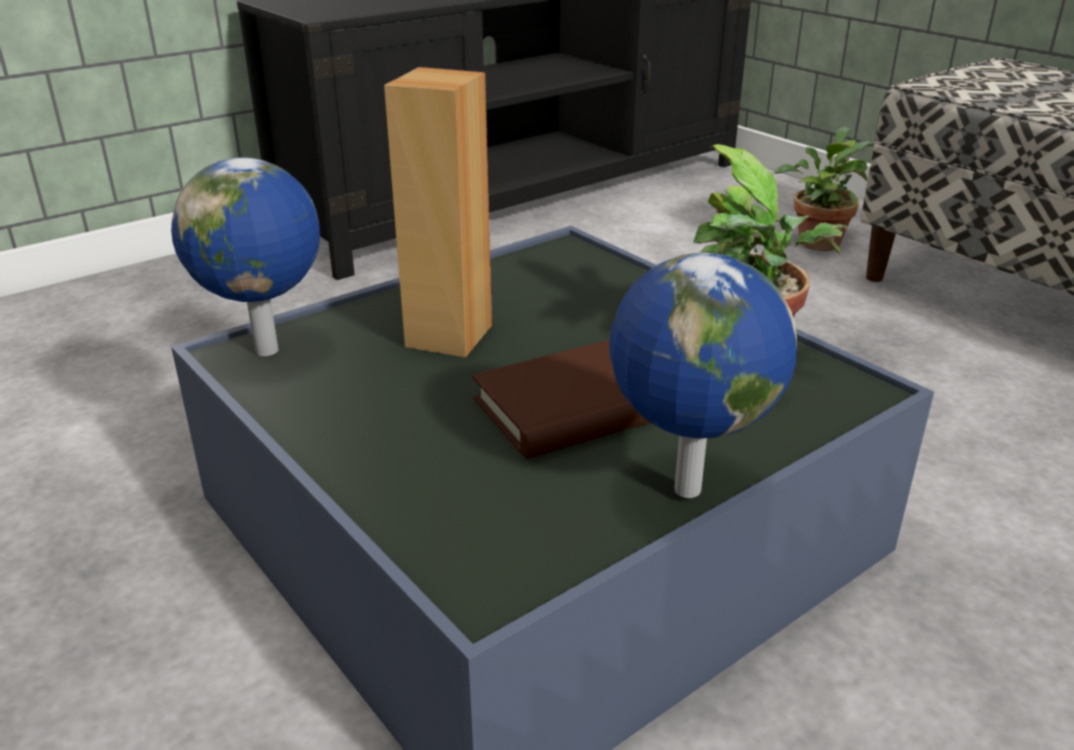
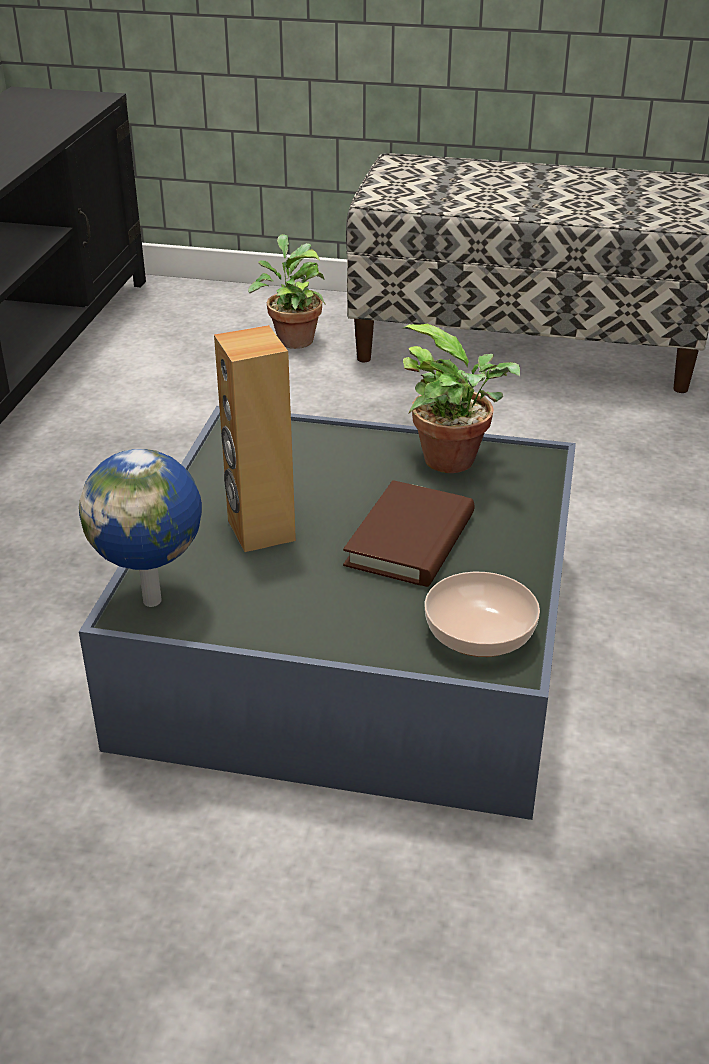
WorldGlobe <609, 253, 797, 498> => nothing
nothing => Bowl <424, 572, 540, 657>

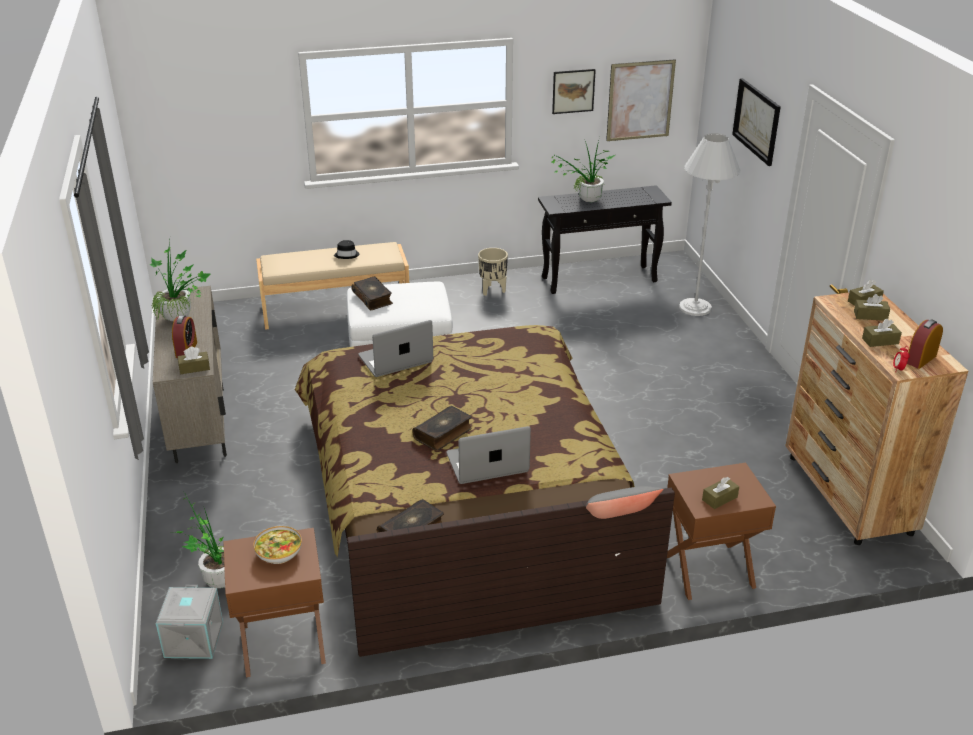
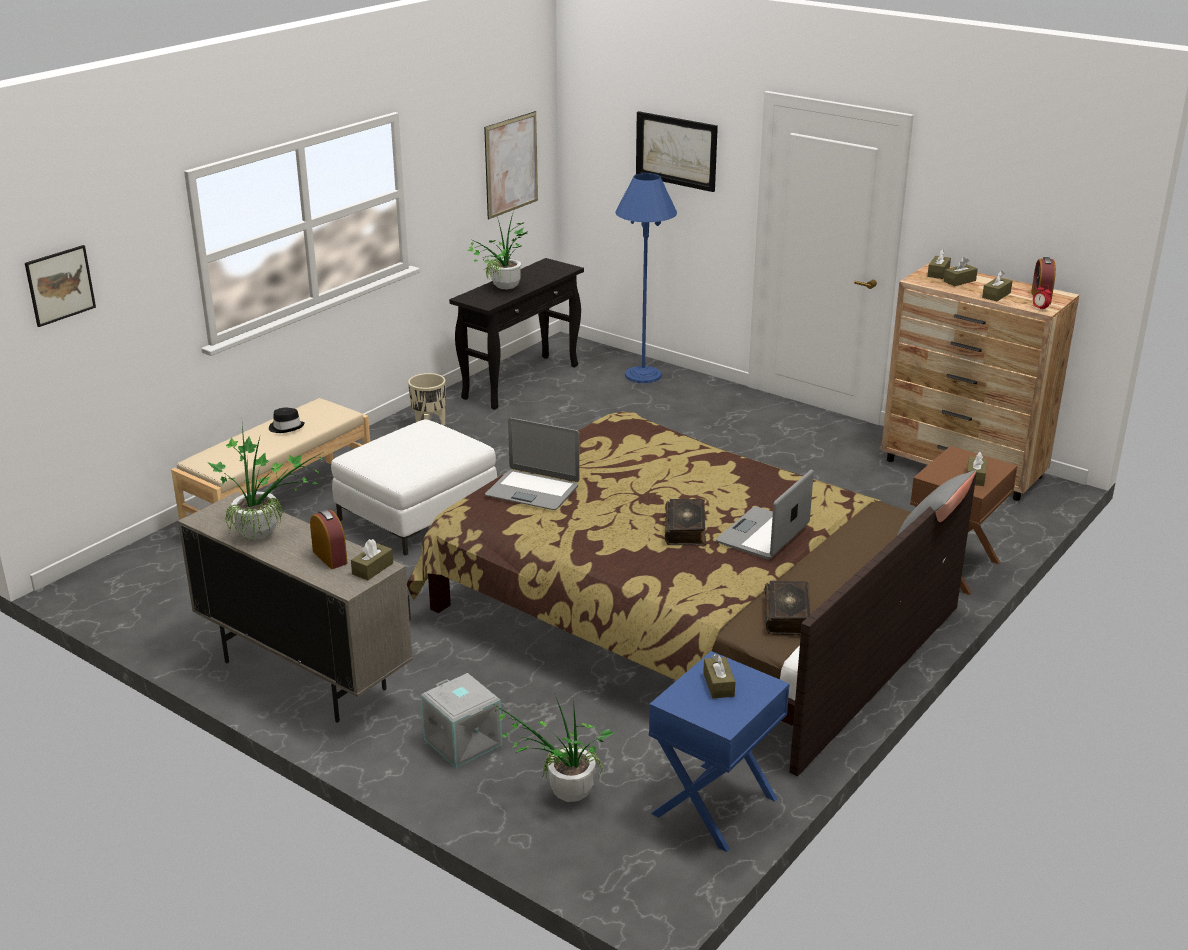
Book <352, 276, 393, 310> => nothing
GreyStorageBin <156, 585, 223, 659> => GreyStorageBin <421, 673, 502, 768>, move
Picture <552, 69, 596, 114> => Picture <25, 245, 96, 327>, move
Bowl <253, 526, 302, 564> => BrownColouredTissueHolder <703, 654, 735, 699>
BrownColouredBedsideTable <223, 528, 326, 677> => BluishBedsideTable <649, 651, 790, 852>
WhiteStandingLamp <679, 133, 741, 316> => BluishStandingLamp <615, 173, 677, 383>
NotebookComputer <358, 320, 433, 377> => NotebookComputer <485, 418, 580, 510>, 90 degrees counterclockwise

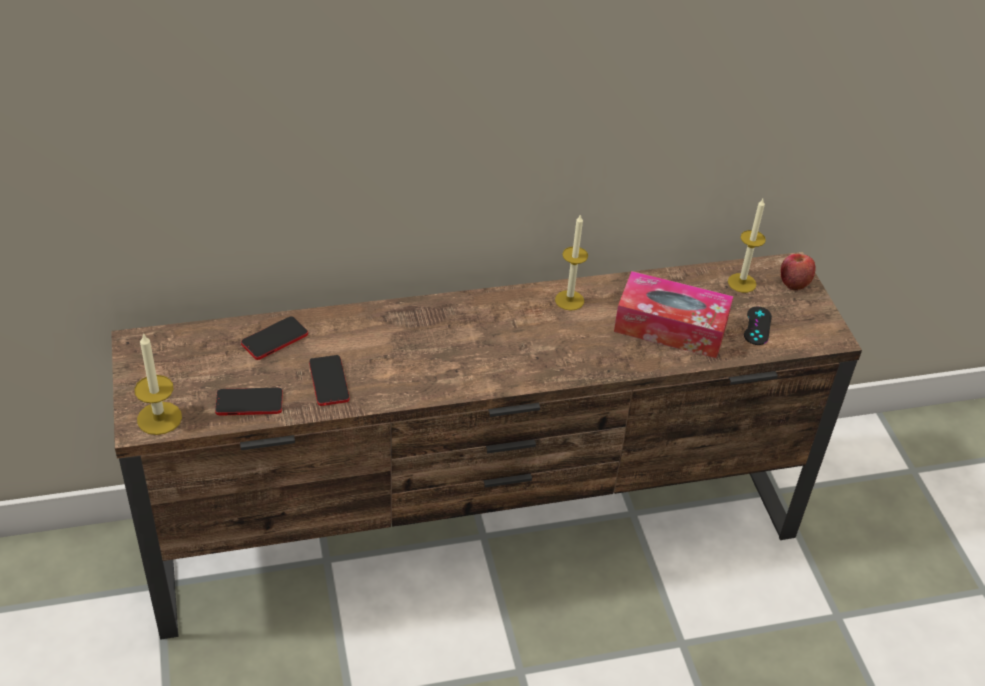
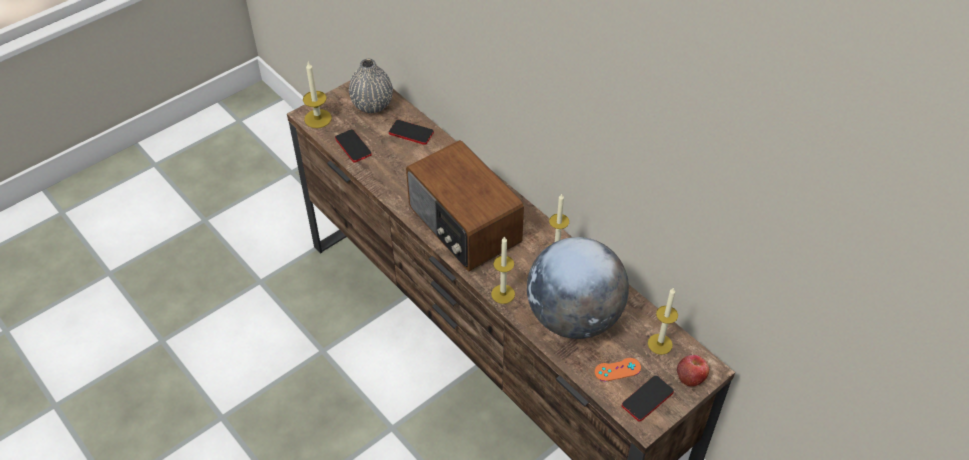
nothing => GreyDecorativeVase <349, 59, 393, 113>
nothing => Radio <406, 140, 524, 271>
nothing => Candle <491, 236, 515, 304>
Telephone <309, 355, 349, 406> => Telephone <622, 375, 674, 422>, move
TissueHolder <614, 271, 734, 358> => WorldGlobe <527, 237, 629, 339>
BlackGamepad <744, 307, 772, 345> => OrangeColouredGamepad <595, 358, 641, 381>

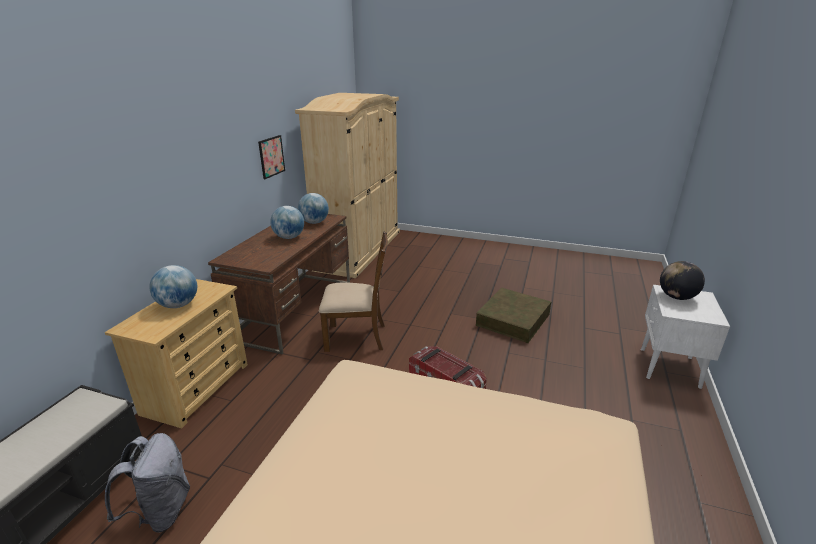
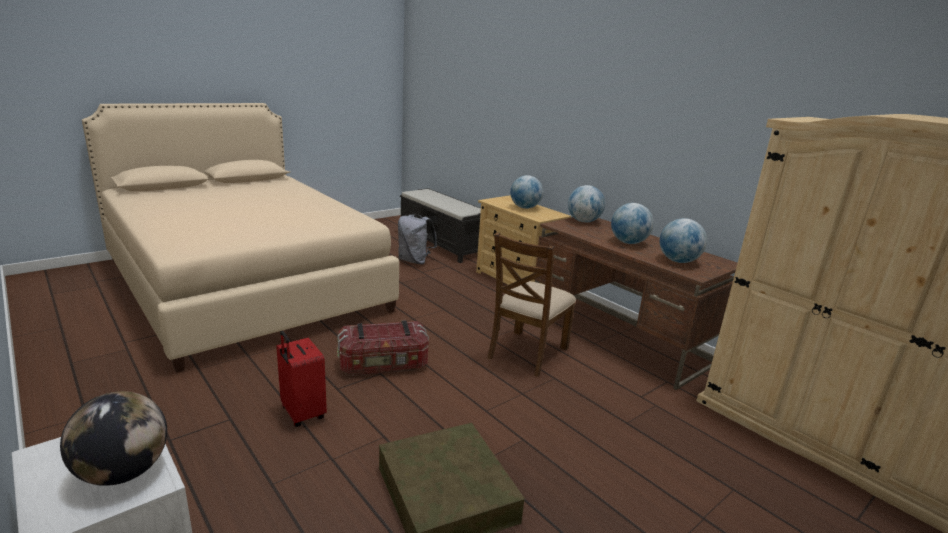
Picture <258, 135, 285, 179> => nothing
nothing => RedSuitcase <276, 331, 327, 427>
nothing => WorldGlobe <568, 185, 605, 223>

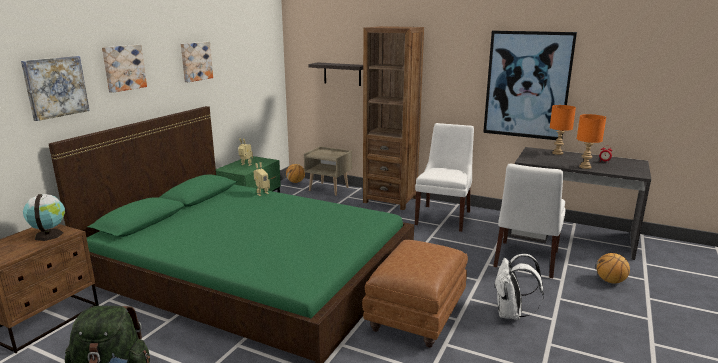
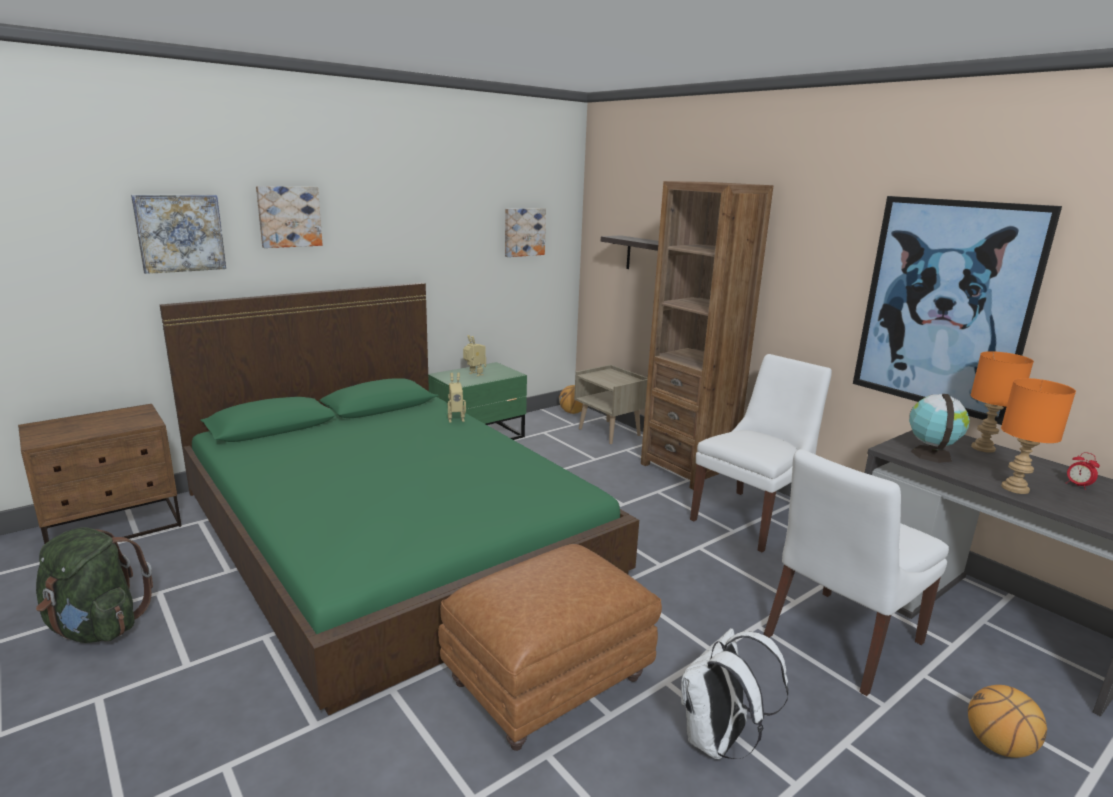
WorldGlobe <23, 194, 65, 241> => WorldGlobe <909, 394, 970, 463>, move
Picture <181, 42, 213, 82> => Picture <505, 208, 546, 257>, move

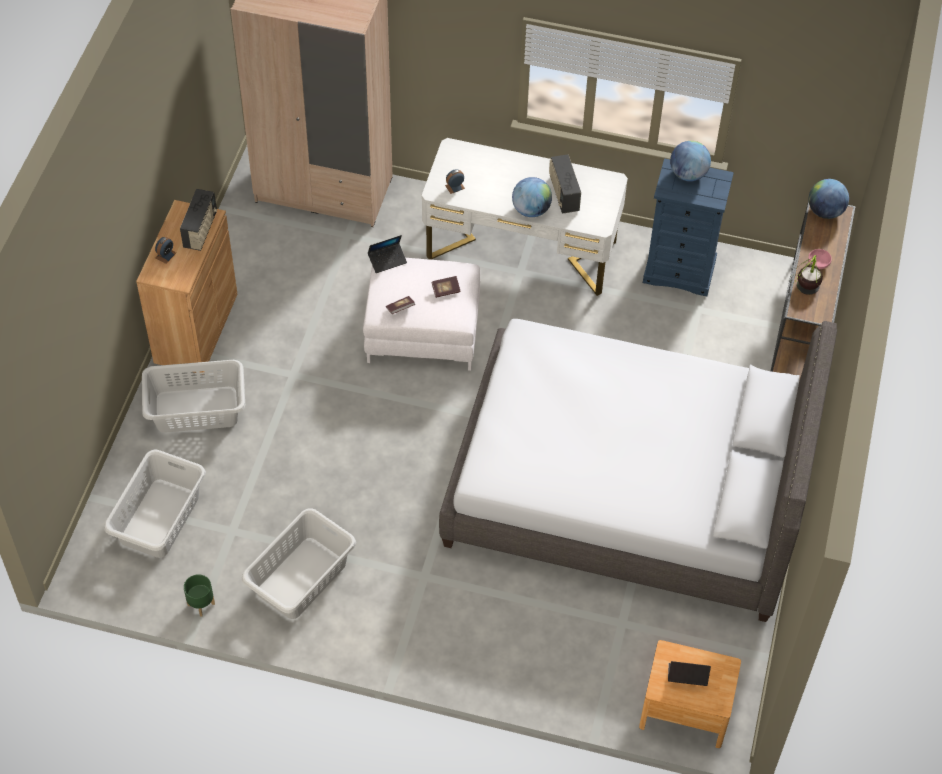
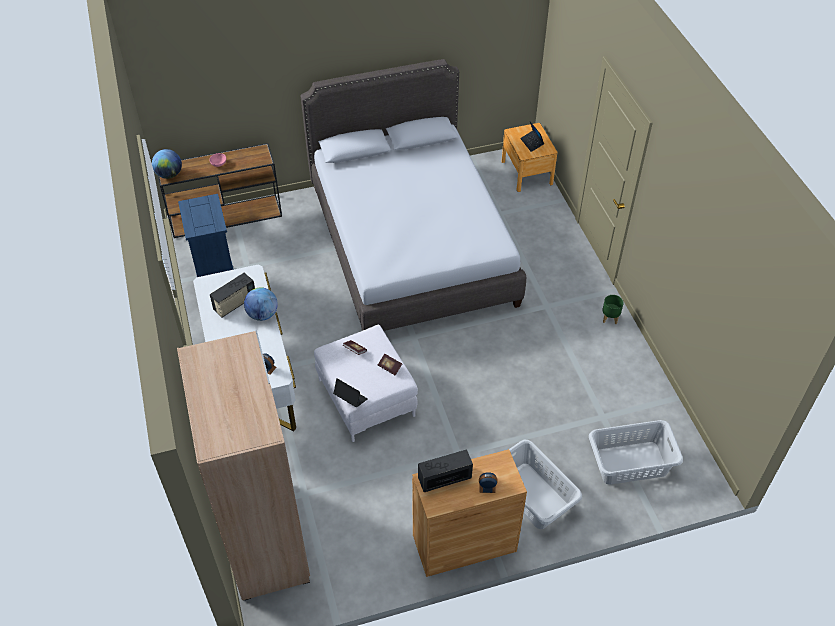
GreyWashingBasket <242, 508, 356, 619> => nothing
WorldGlobe <670, 141, 711, 181> => nothing
PlantInAPot <791, 255, 823, 295> => nothing
GreenColouredPlantPot <184, 574, 215, 617> => GreenColouredPlantPot <602, 295, 624, 324>, move

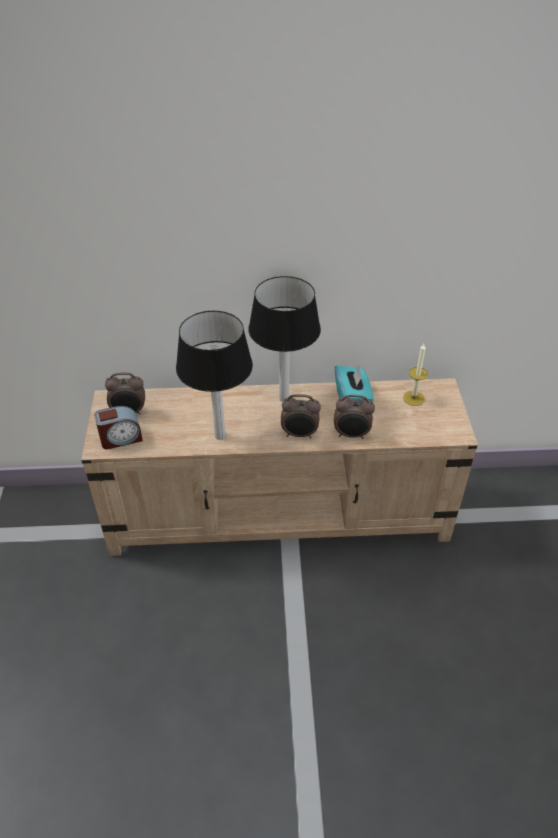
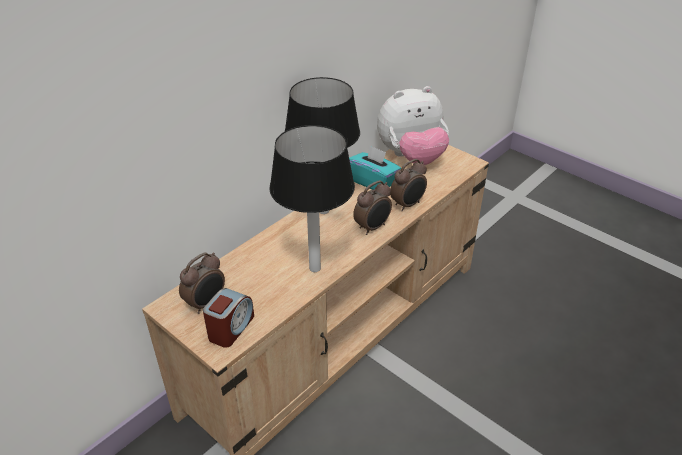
Candle <403, 344, 428, 406> => PlushToy <377, 86, 449, 165>

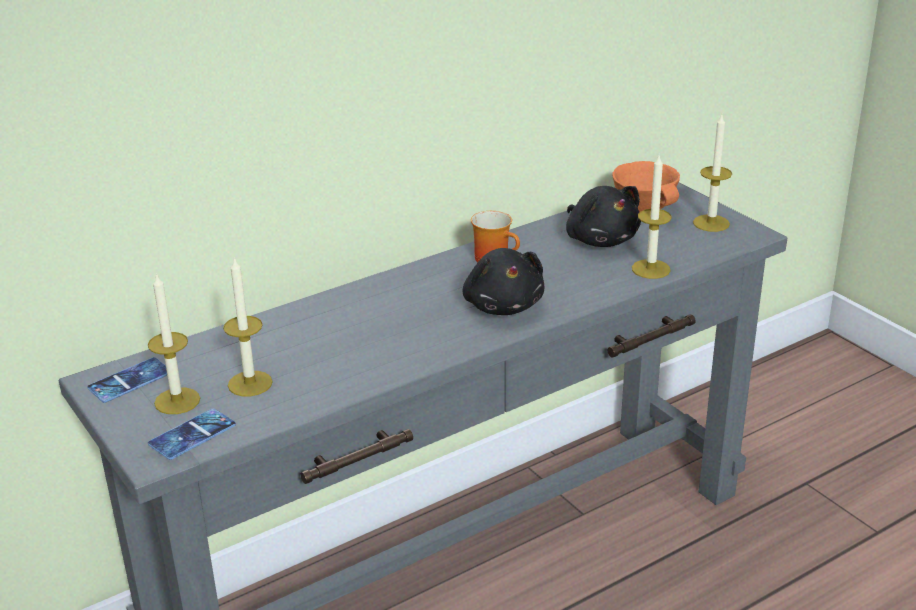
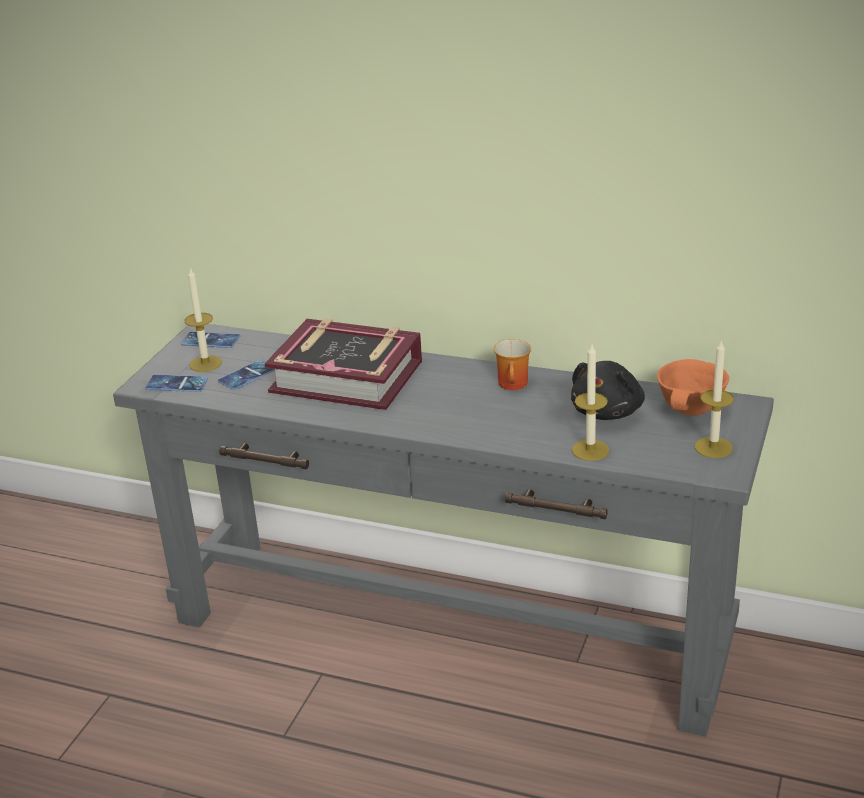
BlackPlushToy <463, 248, 544, 315> => nothing
nothing => Book <265, 318, 422, 410>
Candle <223, 257, 273, 396> => Telephone <218, 359, 275, 390>

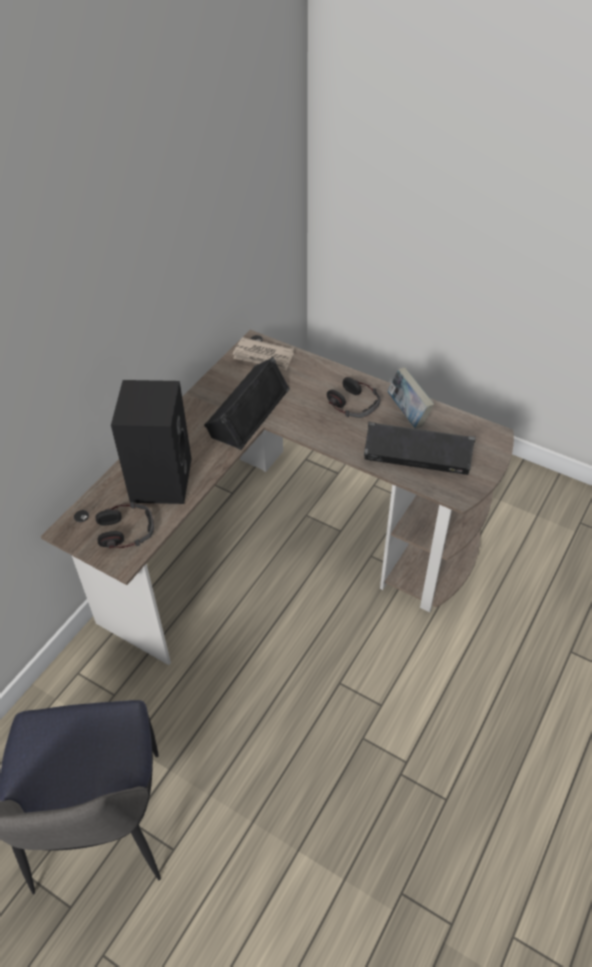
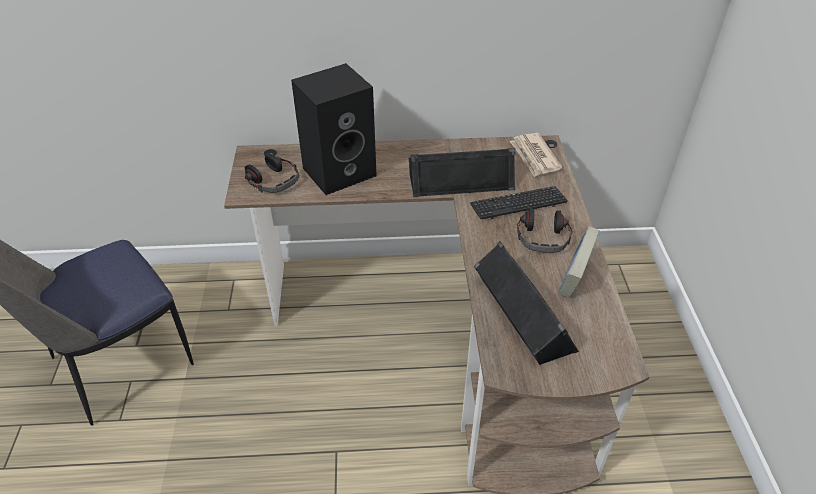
nothing => PcKeyboard <470, 186, 568, 219>

